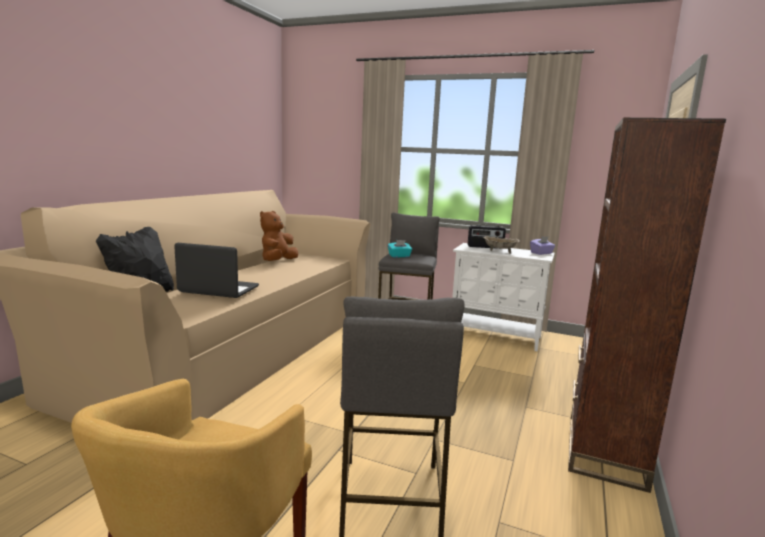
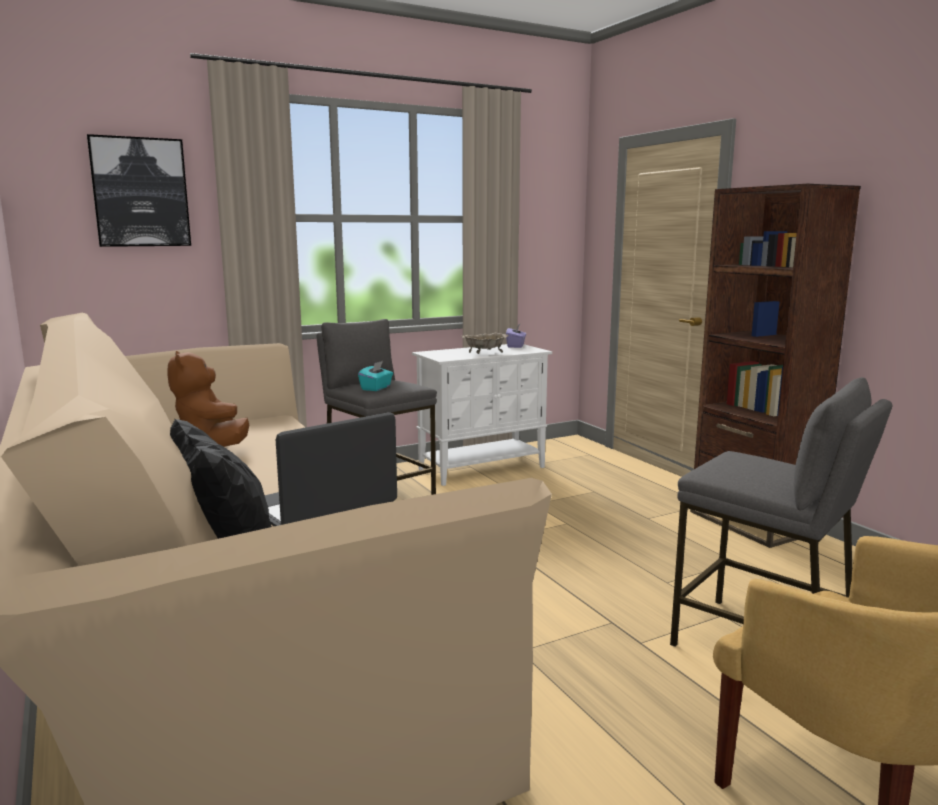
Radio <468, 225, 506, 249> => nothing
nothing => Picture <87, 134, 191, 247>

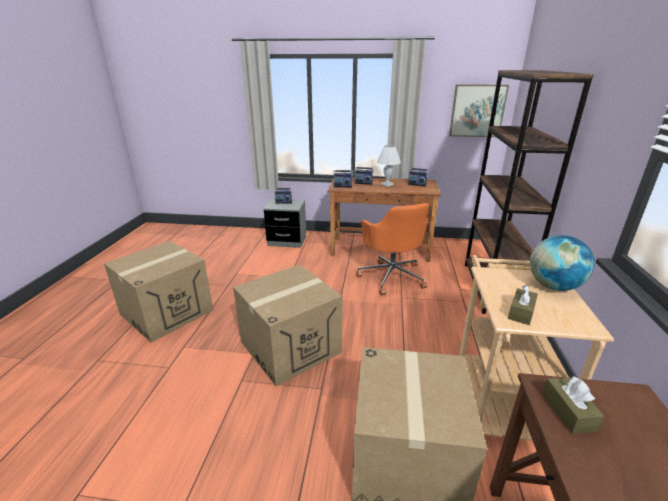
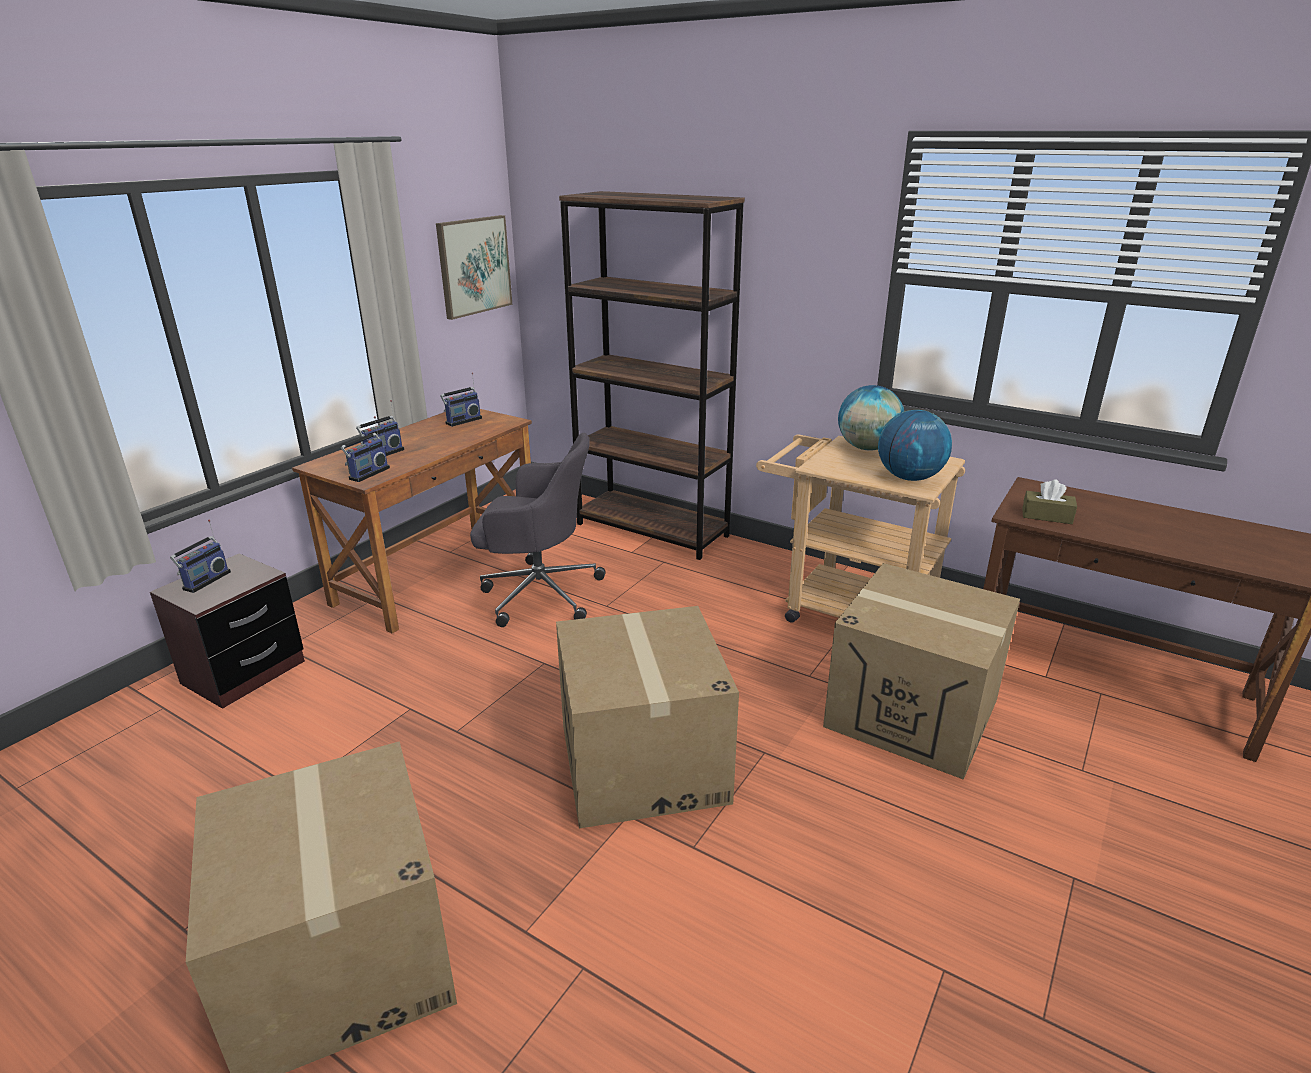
WhiteTabletopLamp <377, 145, 401, 187> => nothing
BrownColouredTissueHolder <508, 285, 538, 325> => WorldGlobe <878, 410, 952, 481>
GreyBedsideTable <264, 199, 306, 248> => BrownColouredBedsideTable <150, 554, 305, 709>
OrangeColouredDeskChair <356, 203, 429, 295> => GreyDeskChair <470, 433, 606, 627>

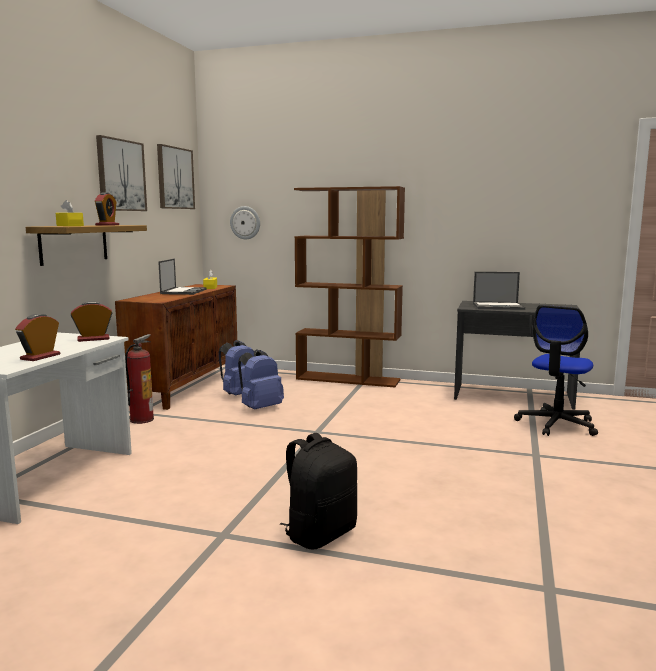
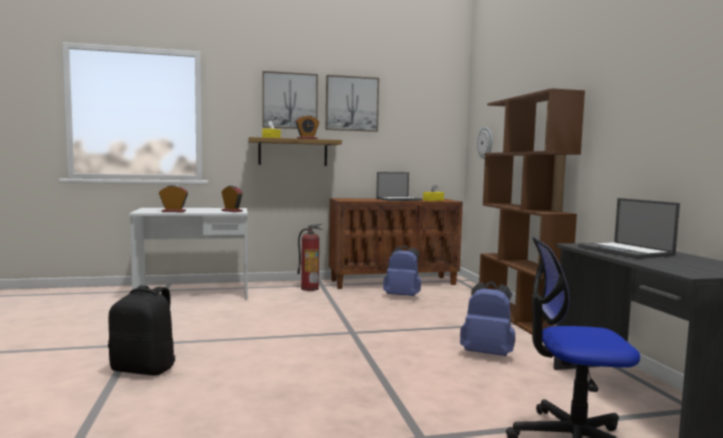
Picture <157, 144, 195, 209> => Picture <262, 71, 318, 129>, move
BluishBackpack <238, 349, 284, 409> => BluishBackpack <460, 281, 515, 356>, move

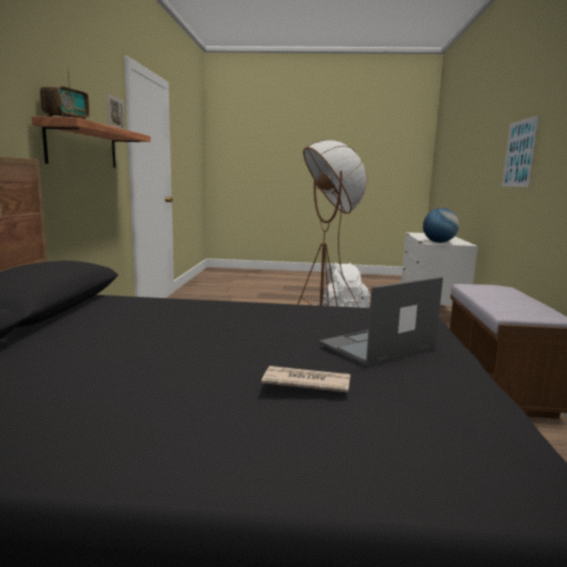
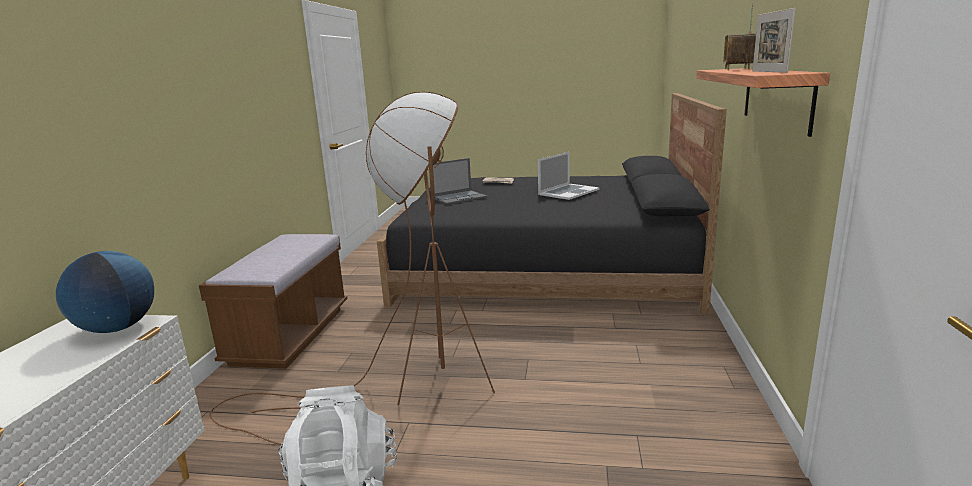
Picture <502, 115, 539, 187> => nothing
nothing => NotebookComputer <538, 152, 600, 200>

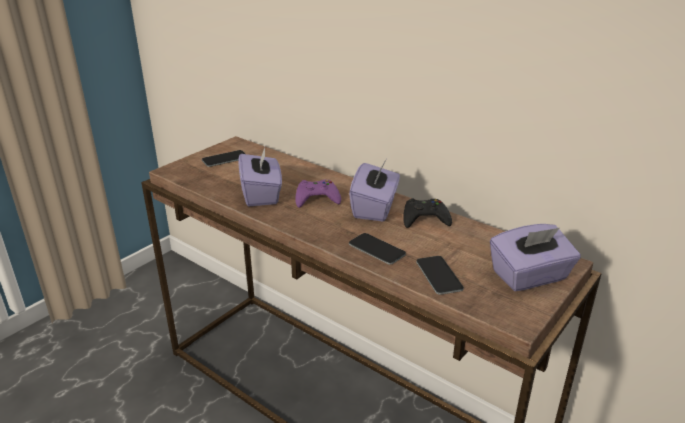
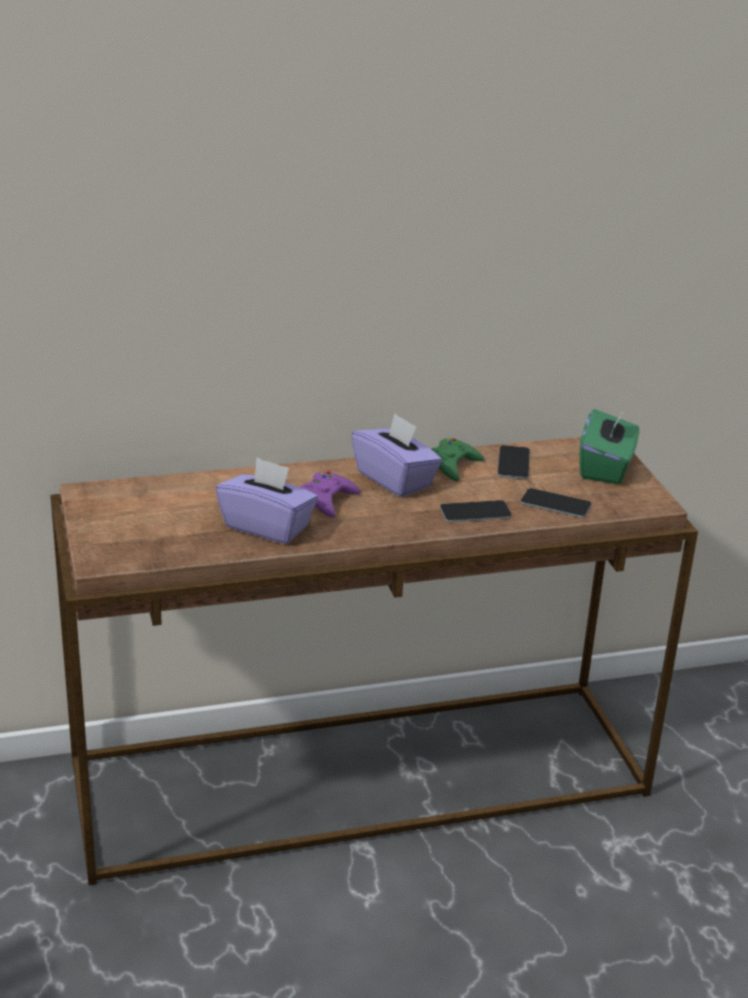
Telephone <202, 150, 245, 167> => Telephone <497, 445, 530, 479>, move
BlackGamepad <403, 198, 452, 228> => GreenColouredGamepad <431, 438, 484, 481>
PurpleTissueHolder <490, 224, 581, 291> => GreenColouredTissueHolder <579, 408, 639, 484>

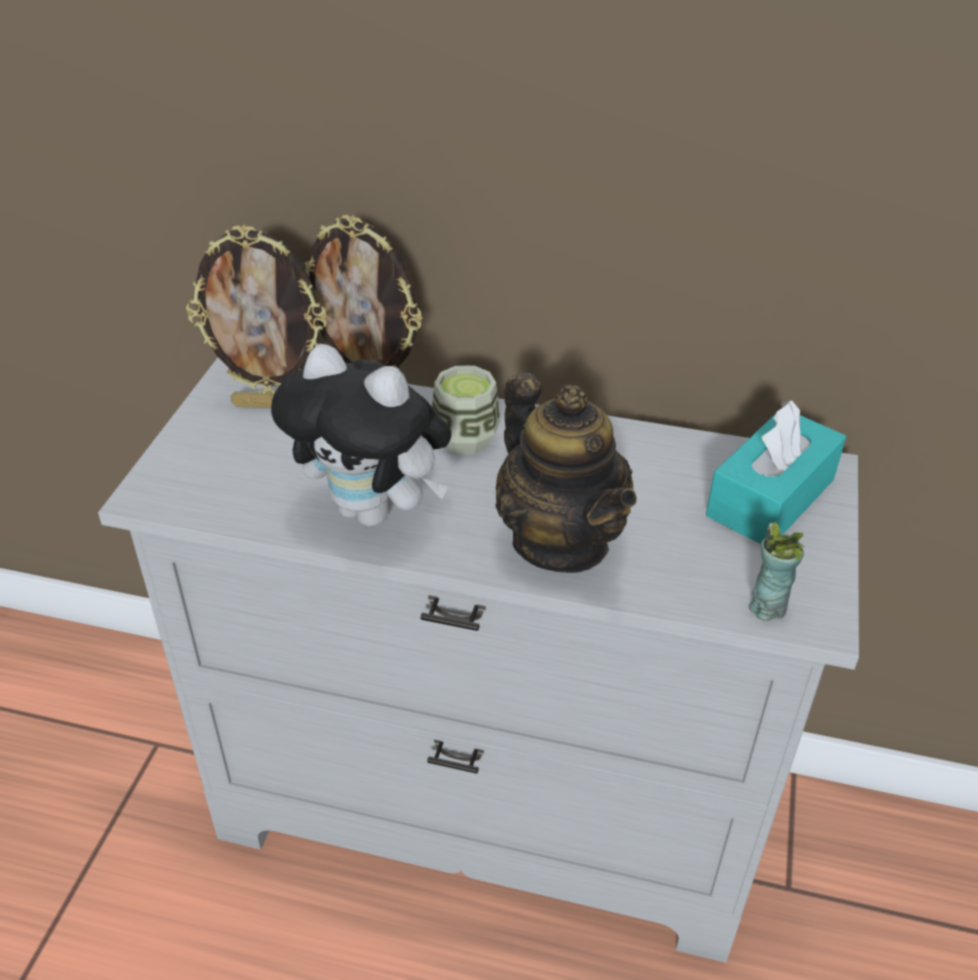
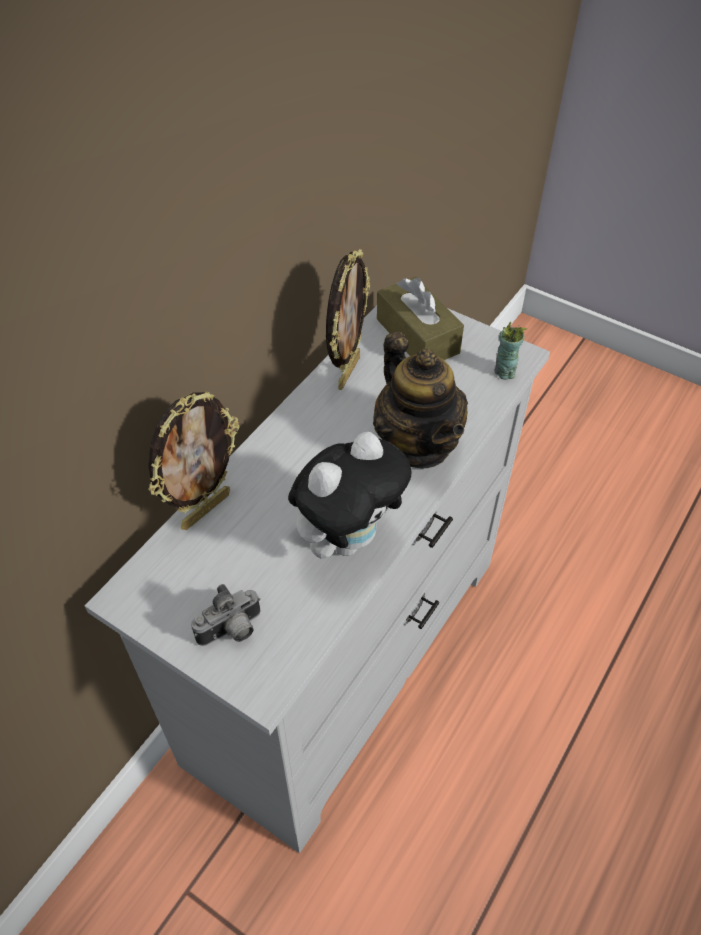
Cup <432, 366, 500, 455> => nothing
nothing => PhotoCamera <191, 584, 261, 646>
PhotoFrame <186, 224, 327, 408> => PhotoFrame <326, 249, 370, 390>, move
TurquoiseTissueHolder <706, 401, 846, 544> => BrownColouredTissueHolder <377, 276, 464, 360>
TeaPot <495, 373, 637, 573> => TeaPot <373, 332, 468, 468>, 75 degrees clockwise

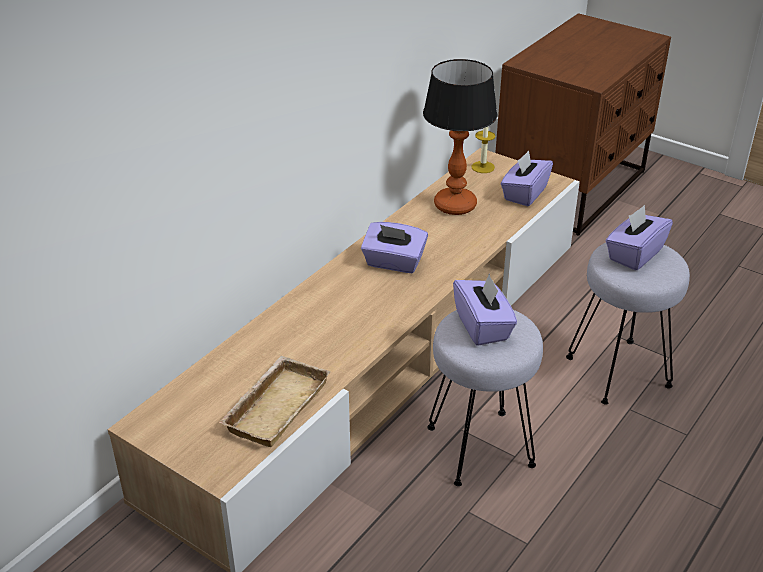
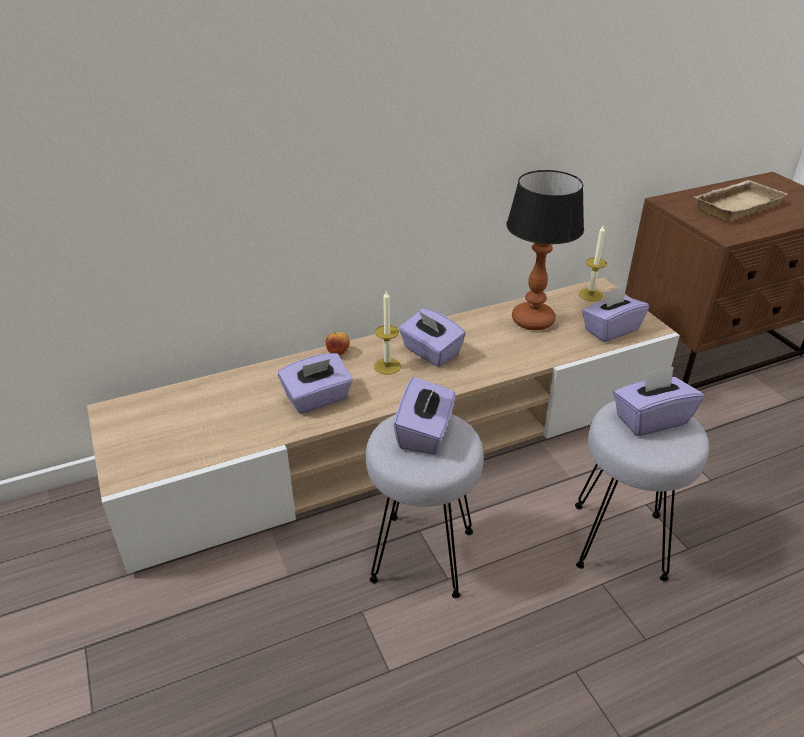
nothing => PurpleTissueHolder <278, 353, 353, 414>
nothing => Apple <326, 332, 350, 355>
nothing => Candle <374, 290, 401, 375>
BeigeTray <218, 356, 330, 447> => BeigeTray <695, 180, 787, 221>, move

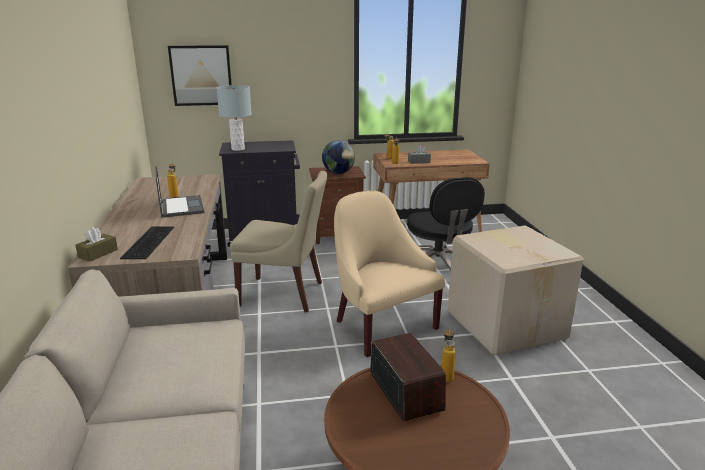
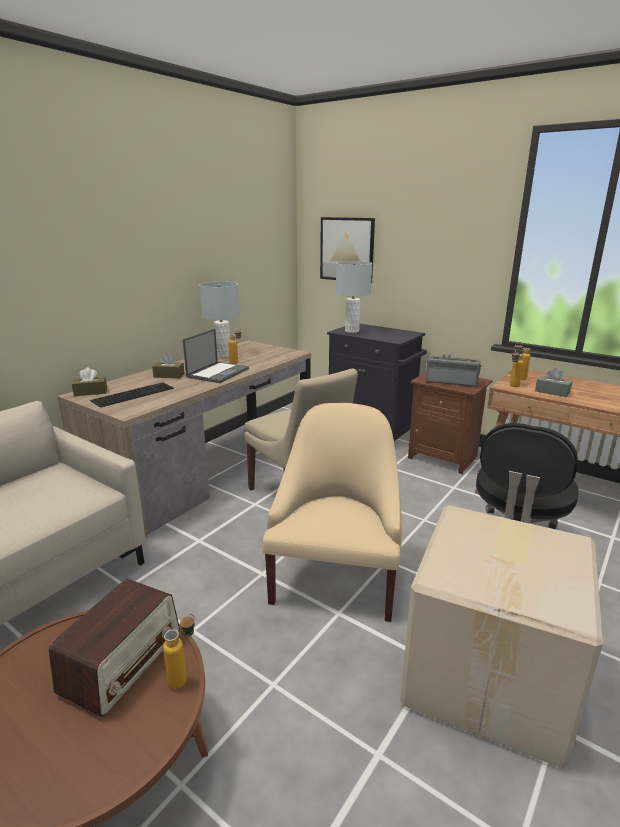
nothing => BrownColouredTissueHolder <152, 353, 185, 378>
nothing => GreyTabletopLamp <199, 282, 240, 357>
WorldGlobe <322, 140, 355, 174> => Radio <426, 354, 482, 387>

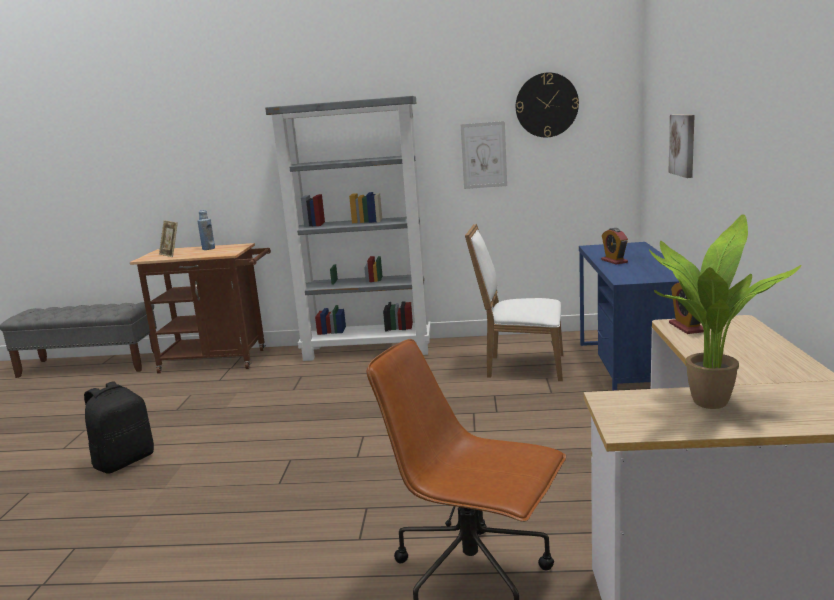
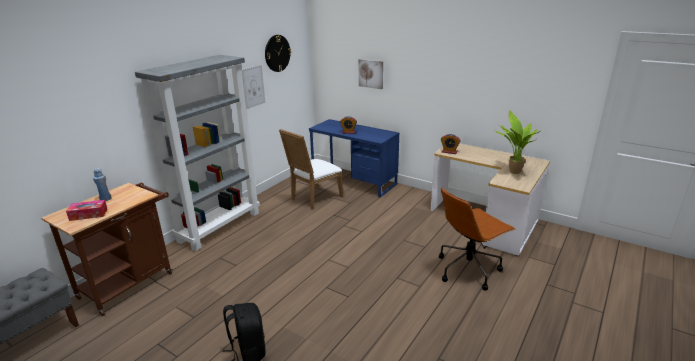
PhotoFrame <159, 220, 178, 257> => TissueHolder <66, 200, 107, 221>

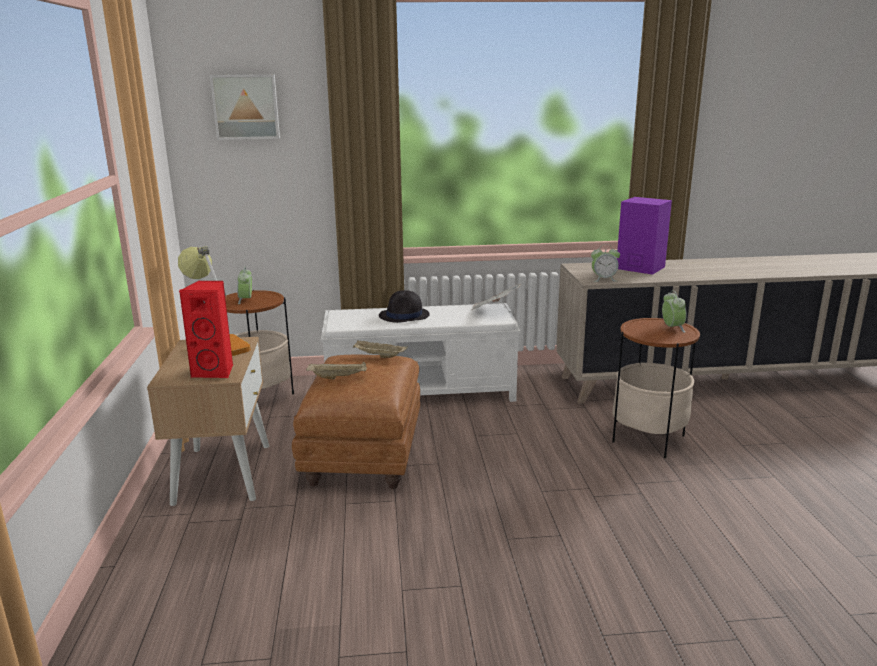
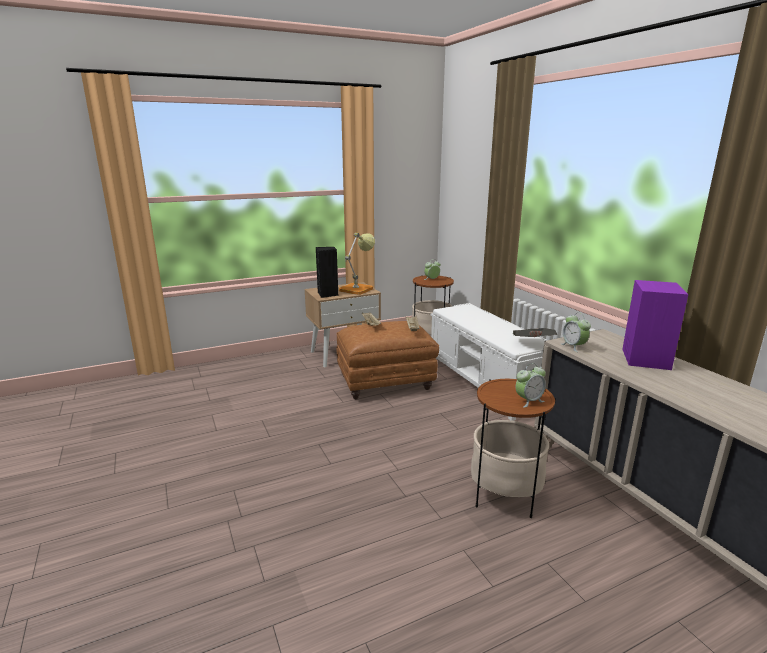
Picture <210, 74, 280, 140> => nothing
BlackHat <379, 290, 430, 323> => nothing
RedSpeaker <179, 281, 233, 378> => BlackSpeaker <316, 247, 338, 298>

